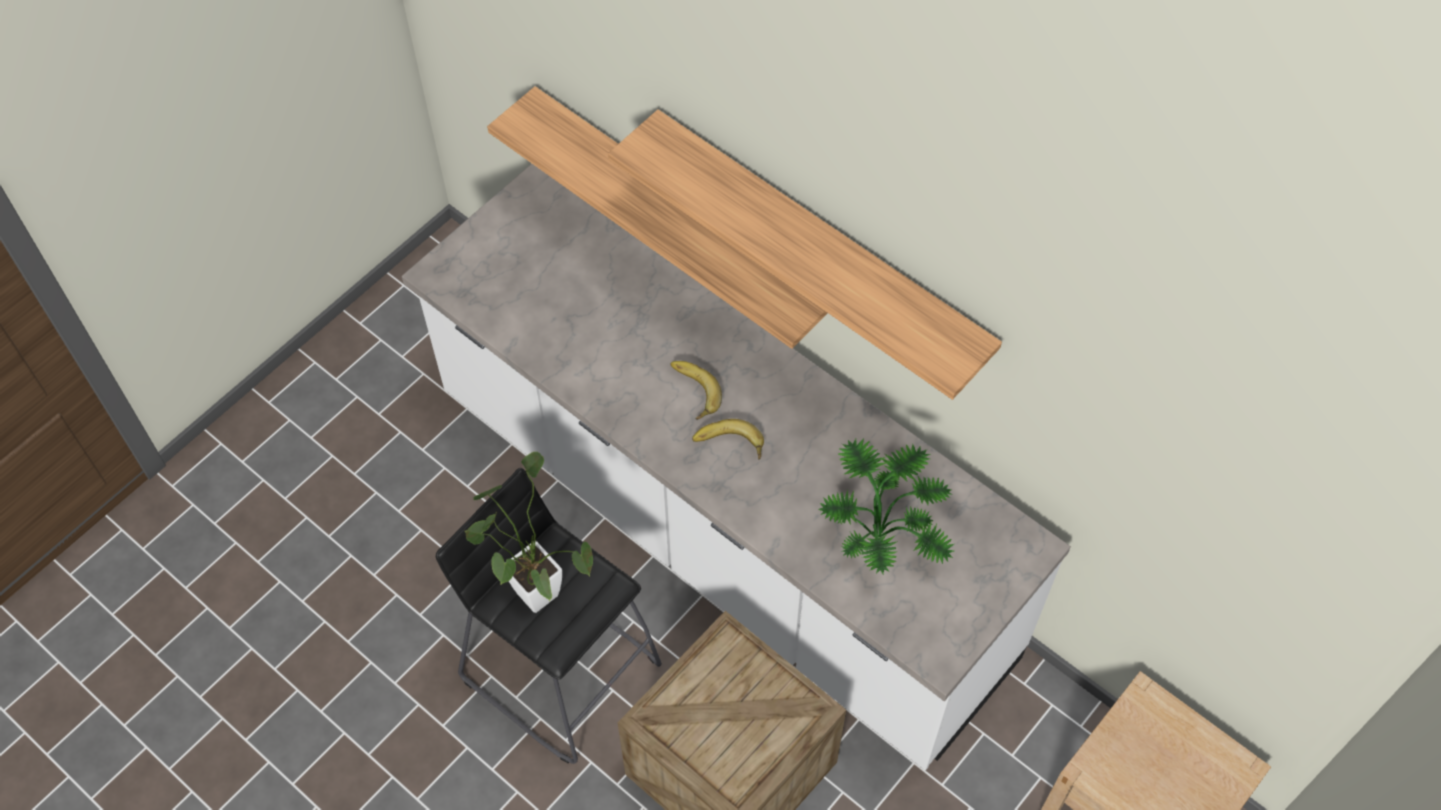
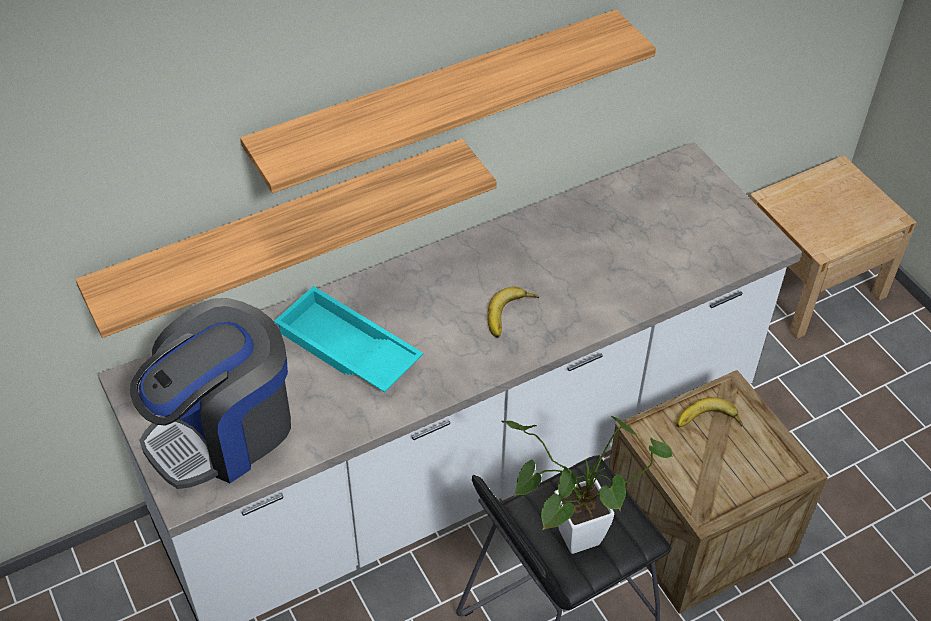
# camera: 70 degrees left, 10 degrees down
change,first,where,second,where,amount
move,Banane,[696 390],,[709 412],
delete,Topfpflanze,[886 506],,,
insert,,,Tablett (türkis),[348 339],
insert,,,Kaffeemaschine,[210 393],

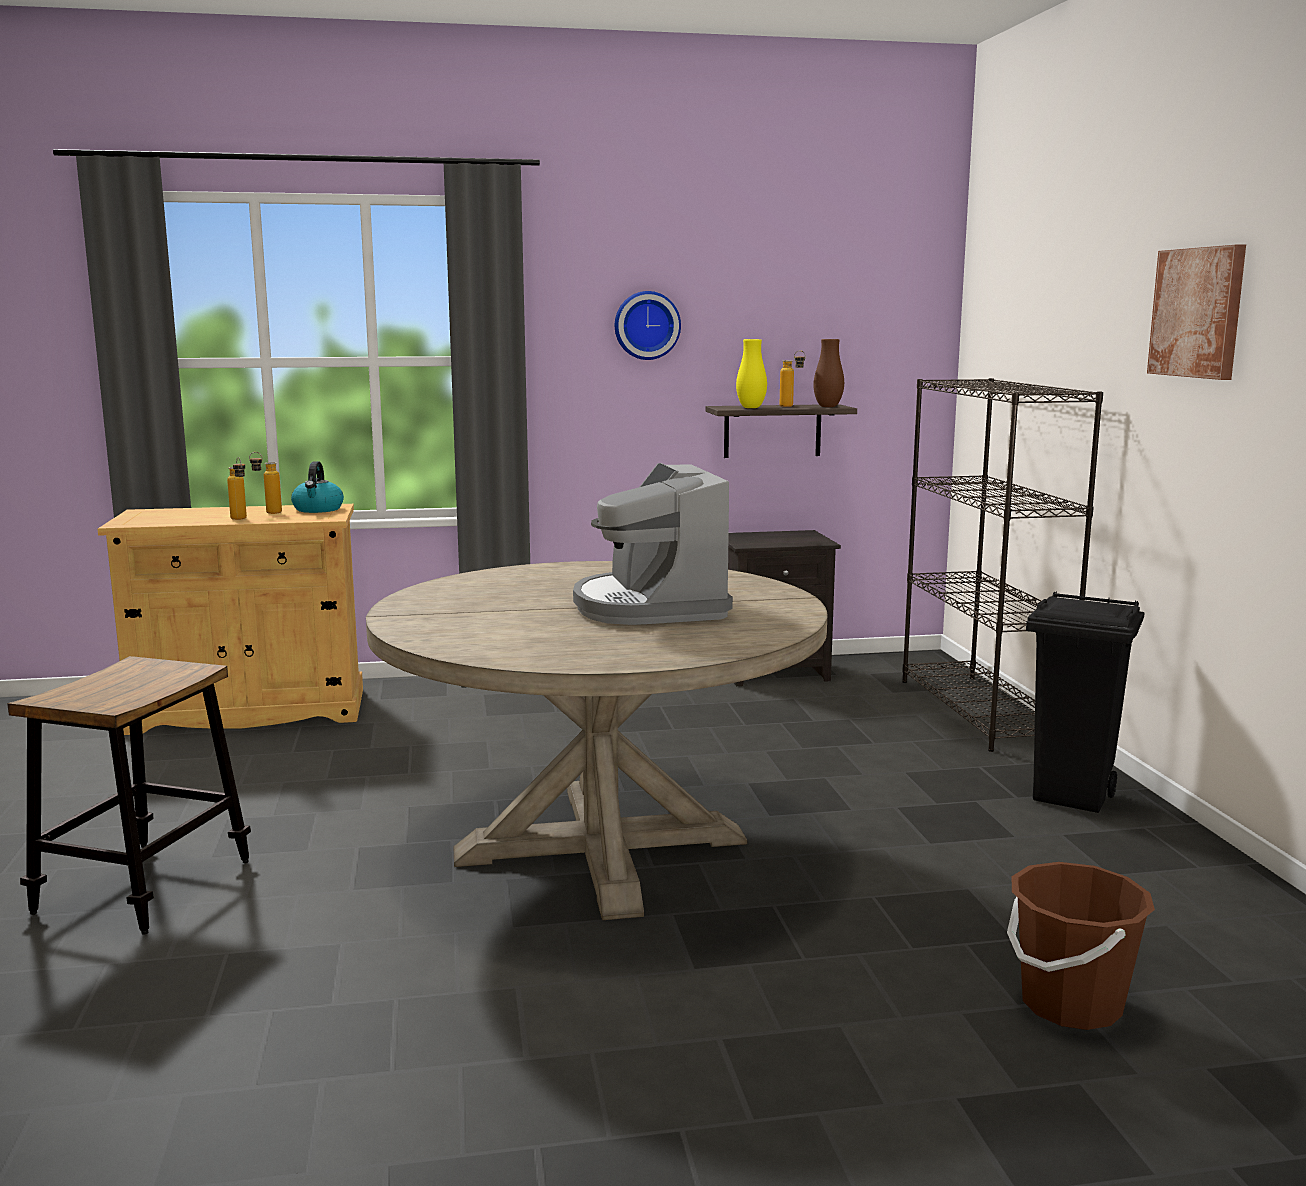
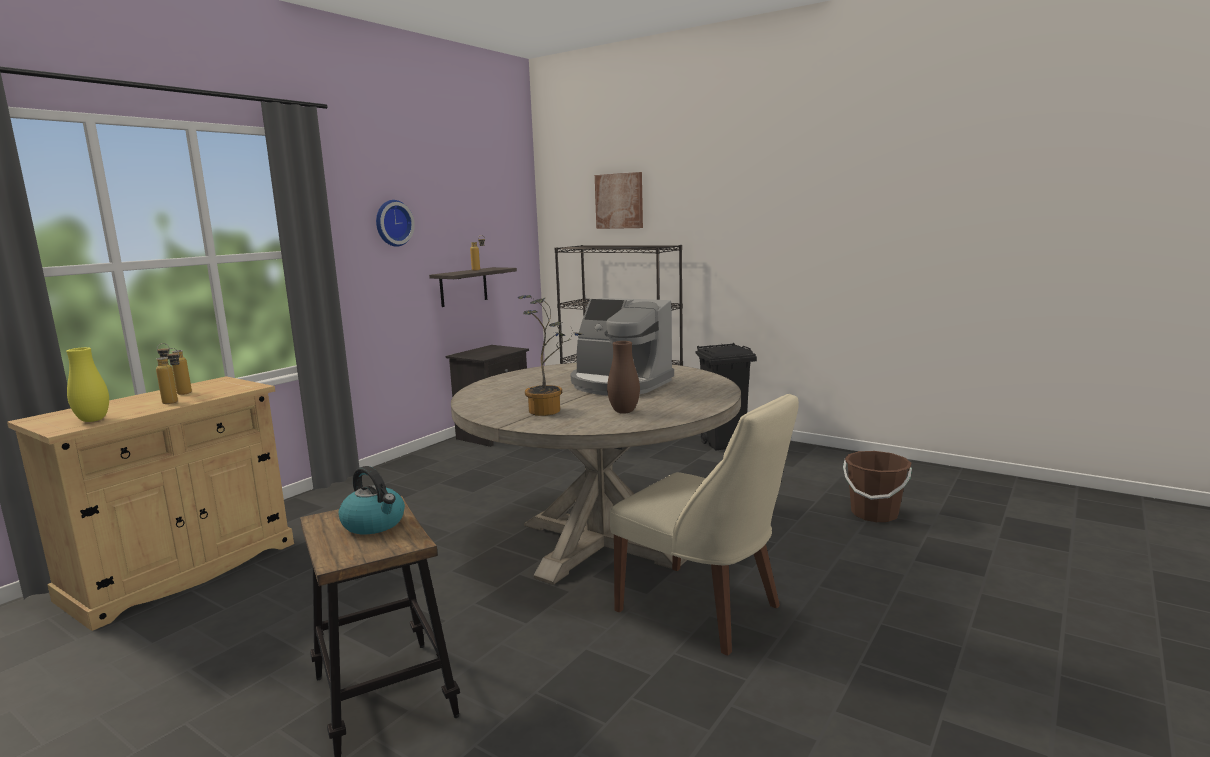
# camera: 45 degrees left, 0 degrees up
change,first,where,second,where,amount
move,Bild,[1196 312],,[619 200],
move,Vase (gelb),[751 373],,[87 384],
move,Vase (braun),[828 373],,[623 377],
move,Wasserkessel,[317 487],,[371 500],
insert,,,Topfpflanze,[550 355],
insert,,,Stuhl (beige),[704 524],

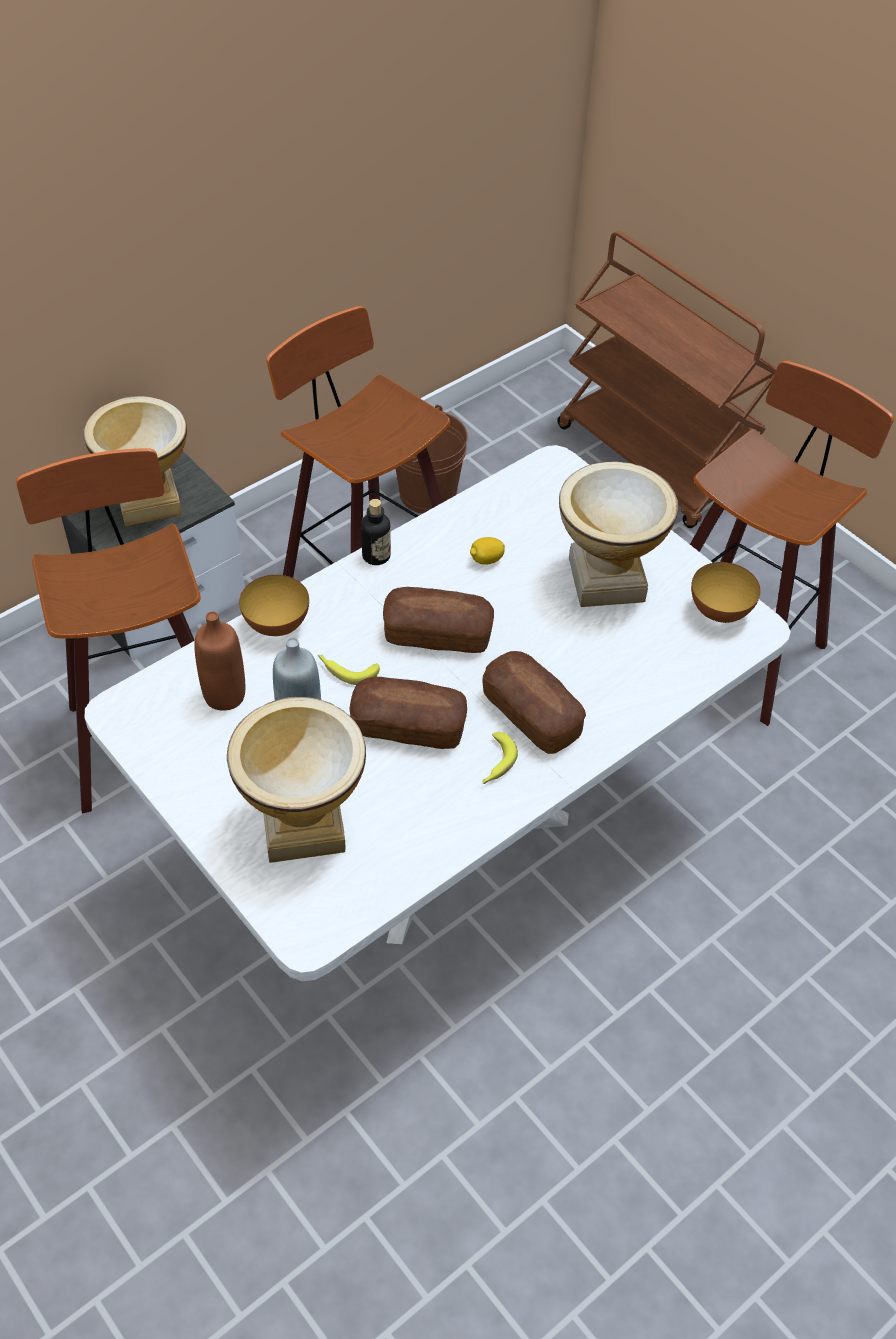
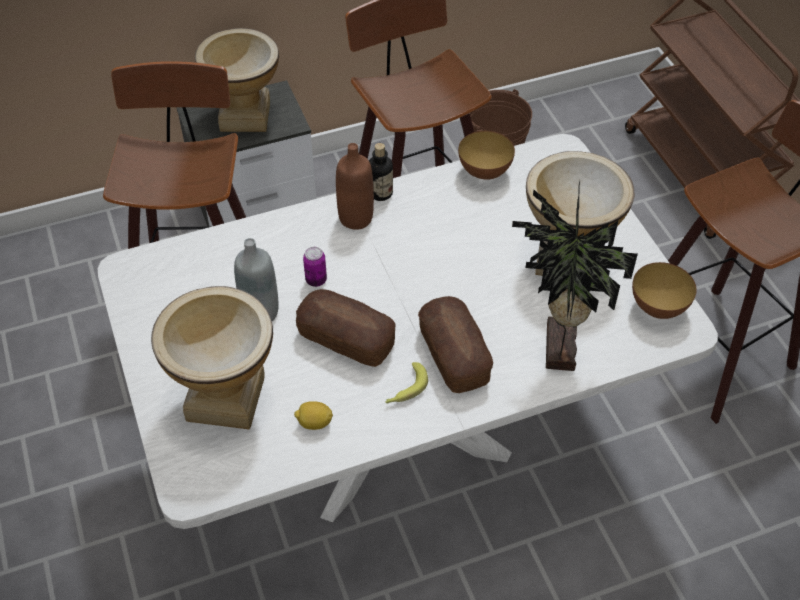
# camera: 20 degrees right, 0 degrees up
change,first,where,second,where,amount
move,Zitrone,[487 551],,[313 415],
move,Schüssel,[274 605],,[486 155],
delete,Brot,[438 620],,,
move,Flasche (braun),[219 661],,[355 186],
replace,Banane,[349 670],Dose,[315 267],
insert,,,Topfpflanze,[575 275],

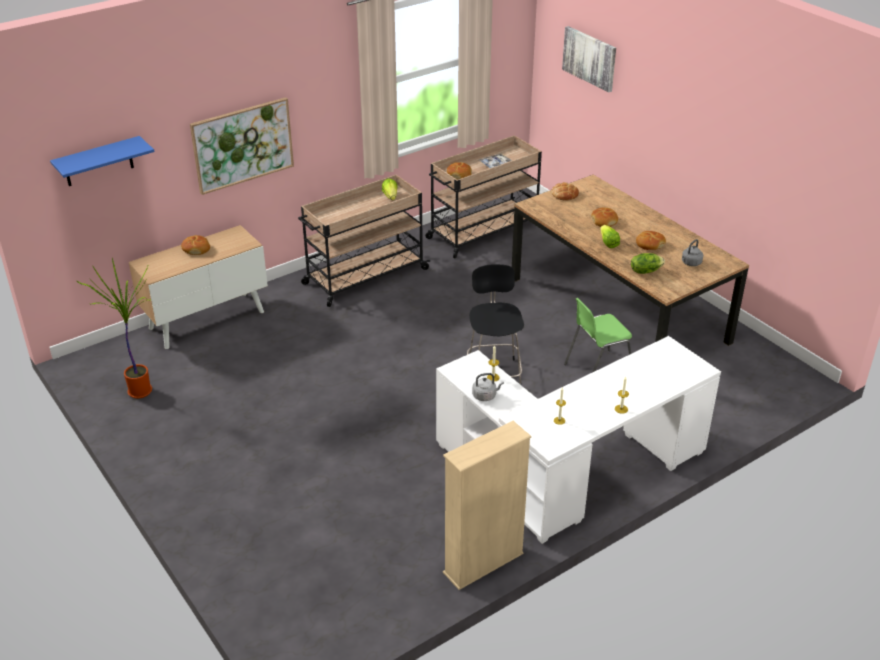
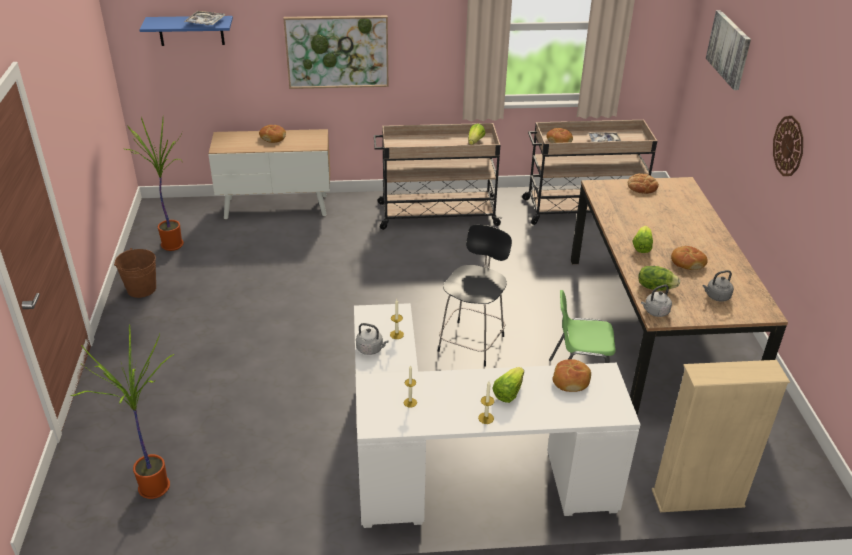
# camera: 30 degrees right, 0 degrees up
change,first,where,second,where,amount
move,Brot,[604 217],,[571 375],
move,Bücherregal (beige),[487 505],,[721 436],
insert,,,Tablett,[205 18],
insert,,,Wanduhr,[788 146],
insert,,,Eimer (braun),[135 273],
insert,,,Wasserkessel (grau),[656 301],
insert,,,Topfpflanze,[121 411],
insert,,,Salatkopf,[508 385],

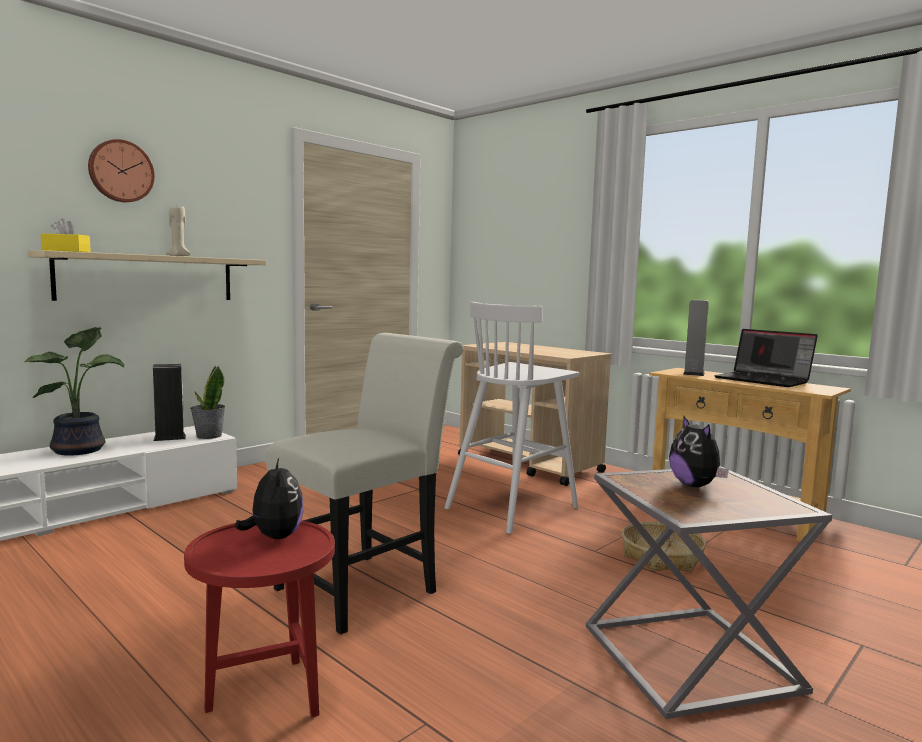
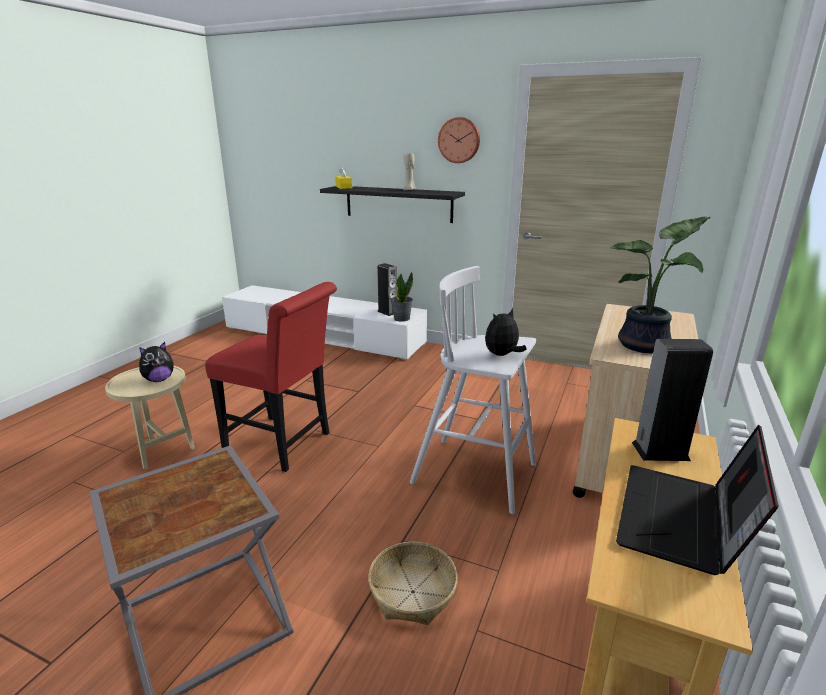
# camera: 70 degrees right, 15 degrees up
change,first,where,second,where,amount
move,Wanduhr,[121 170],,[459 140],
recolor,Wandregal (beige),[147 275],Wandregal (schwarz),[392 204],
move,Topfpflanze,[74 391],,[661 284],
recolor,Stuhl (weiß),[365 483],Stuhl (rot),[271 377],
move,Plüschtier,[699 451],,[506 332],
recolor,Beistelltisch (rot),[259 618],Beistelltisch (beige),[150 418],

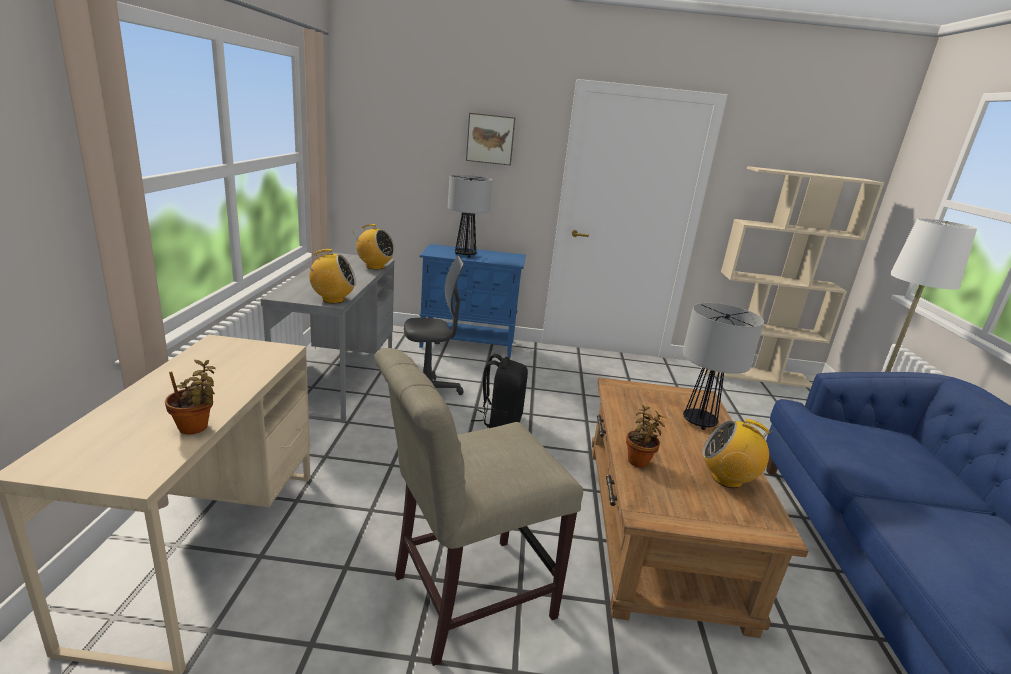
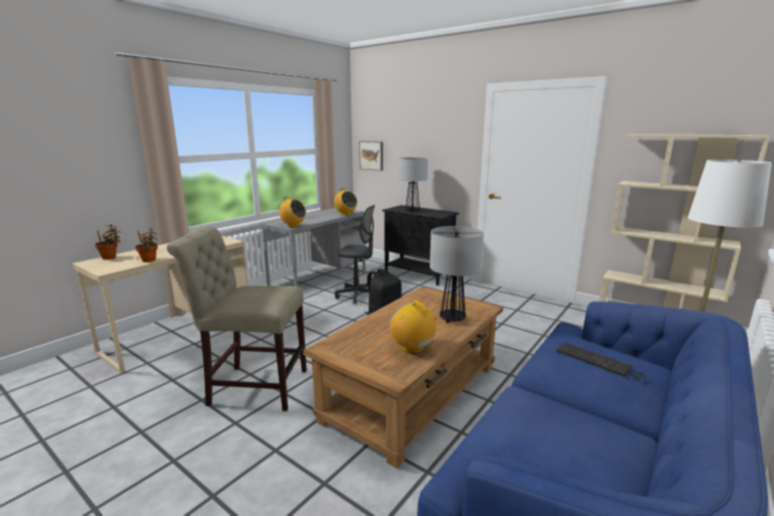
# camera: 35 degrees right, 5 degrees down
change,first,where,second,where,amount
move,Bild,[490 139],,[371 156],
recolor,Schrank (blau),[472 301],Schrank (schwarz),[420 245],
move,Topfpflanze,[646 436],,[108 242],
insert,,,Tastatur,[603 366],

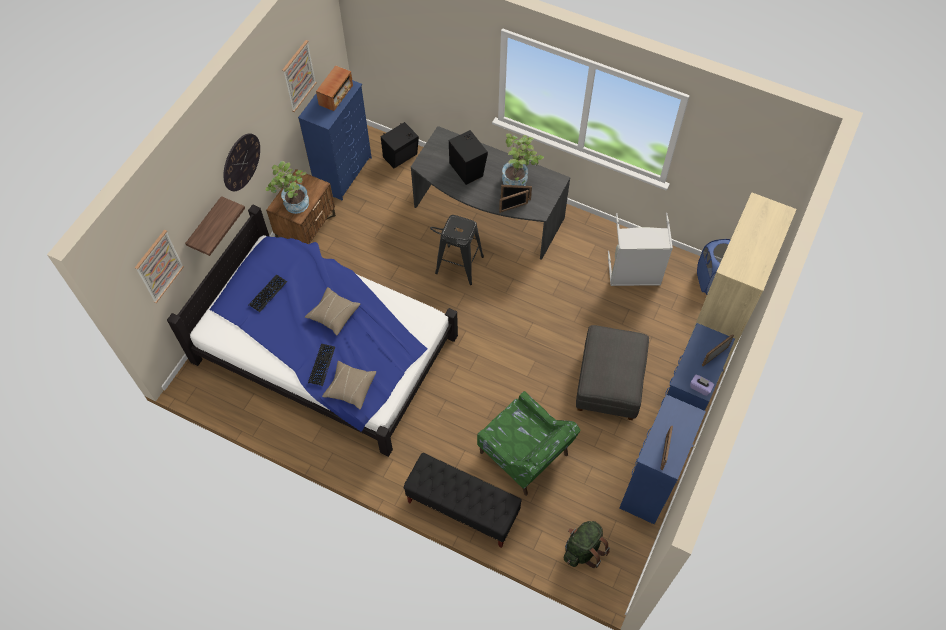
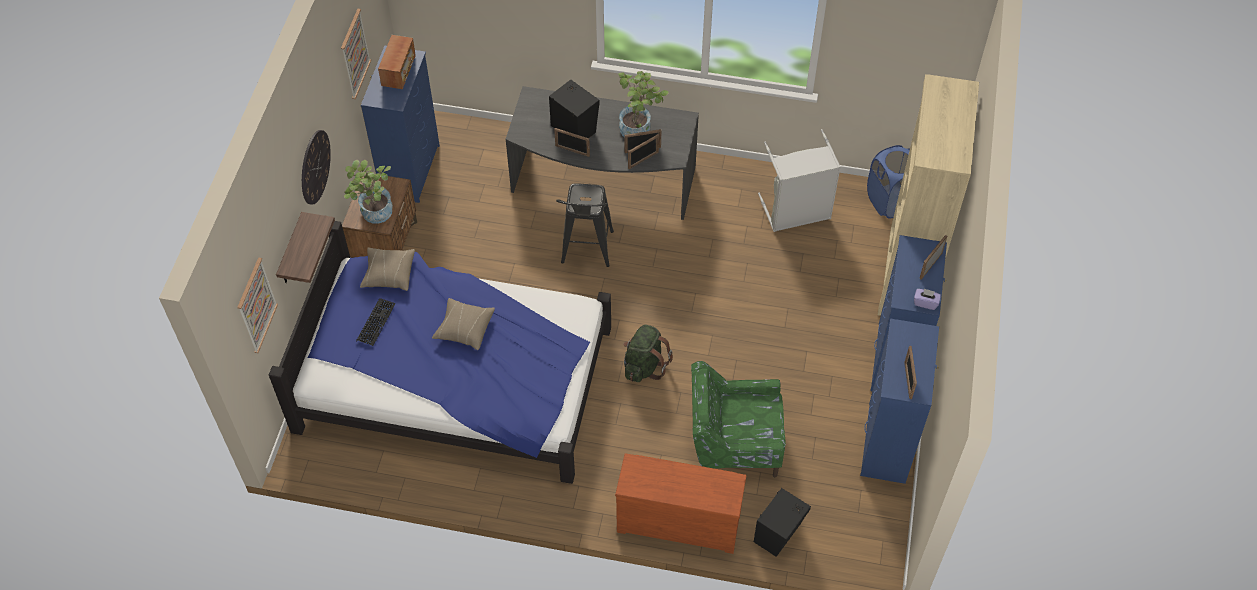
# camera: 15 degrees left, 5 degrees down
change,first,where,second,where,amount
move,Lautsprecher (schwarz),[400 145],,[782 522],
delete,Polsterhocker (grau),[612 372],,,
delete,Tastatur,[321 365],,,
move,Kissen (beige),[349 385],,[387 269],
rotate,Sessel (grün),[529 443],,[738 419],150 degrees clockwise
replace,Bank (schwarz),[463 500],Kommode (braun),[681 503],
move,Rucksack (grün),[587 544],,[648 353],
insert,,,Bilderrahmen,[572 142],

